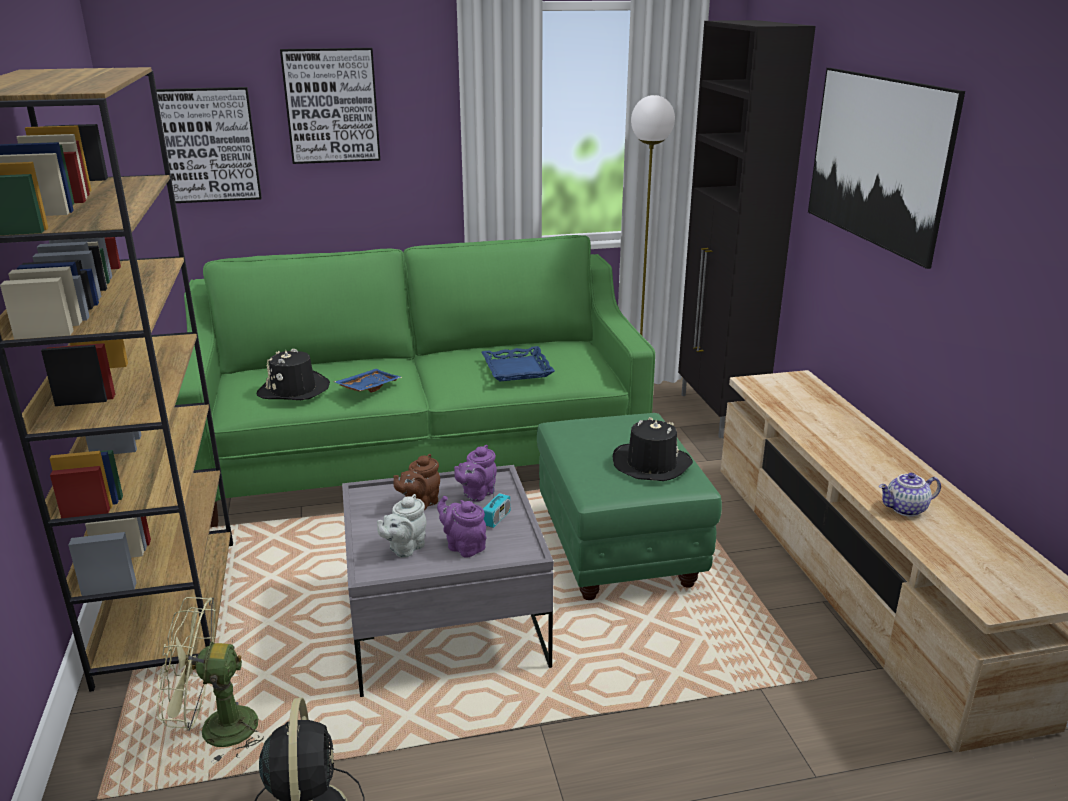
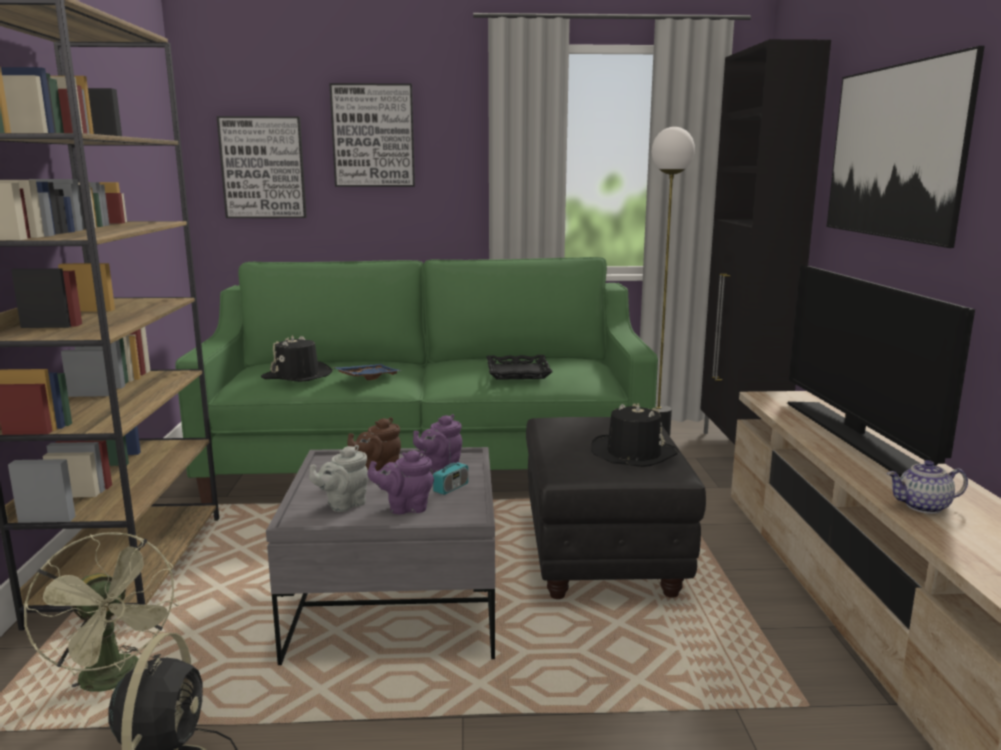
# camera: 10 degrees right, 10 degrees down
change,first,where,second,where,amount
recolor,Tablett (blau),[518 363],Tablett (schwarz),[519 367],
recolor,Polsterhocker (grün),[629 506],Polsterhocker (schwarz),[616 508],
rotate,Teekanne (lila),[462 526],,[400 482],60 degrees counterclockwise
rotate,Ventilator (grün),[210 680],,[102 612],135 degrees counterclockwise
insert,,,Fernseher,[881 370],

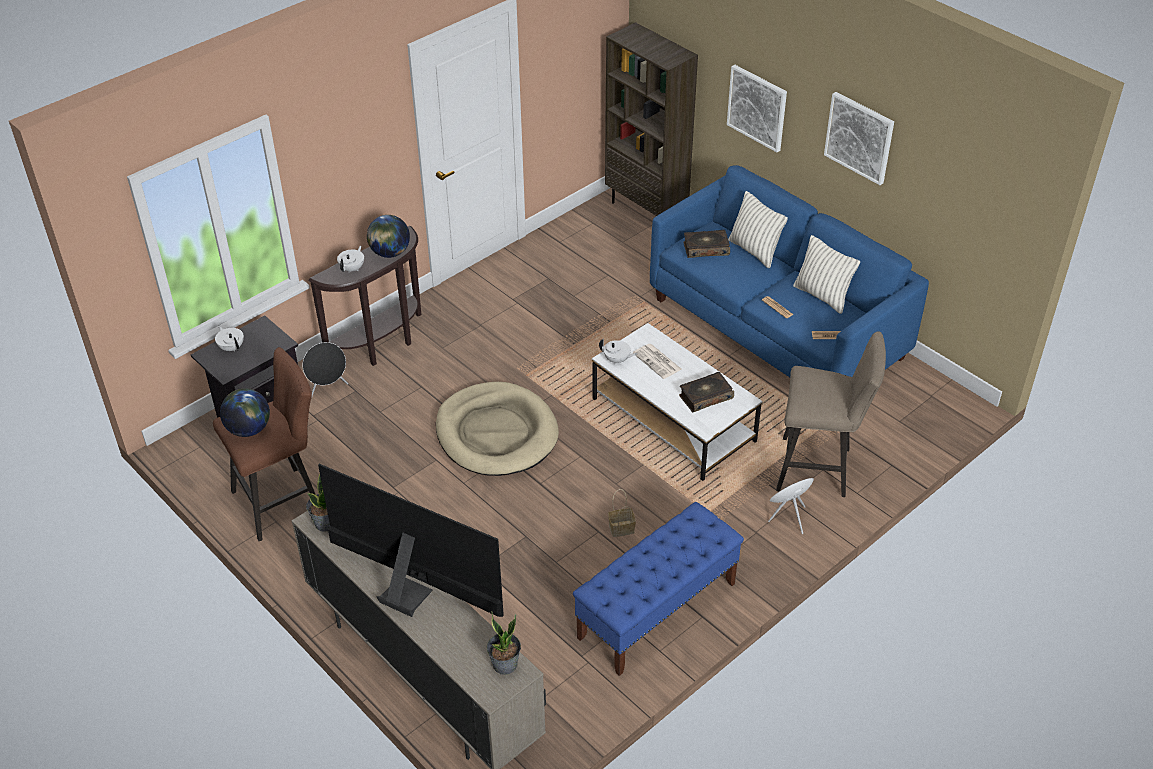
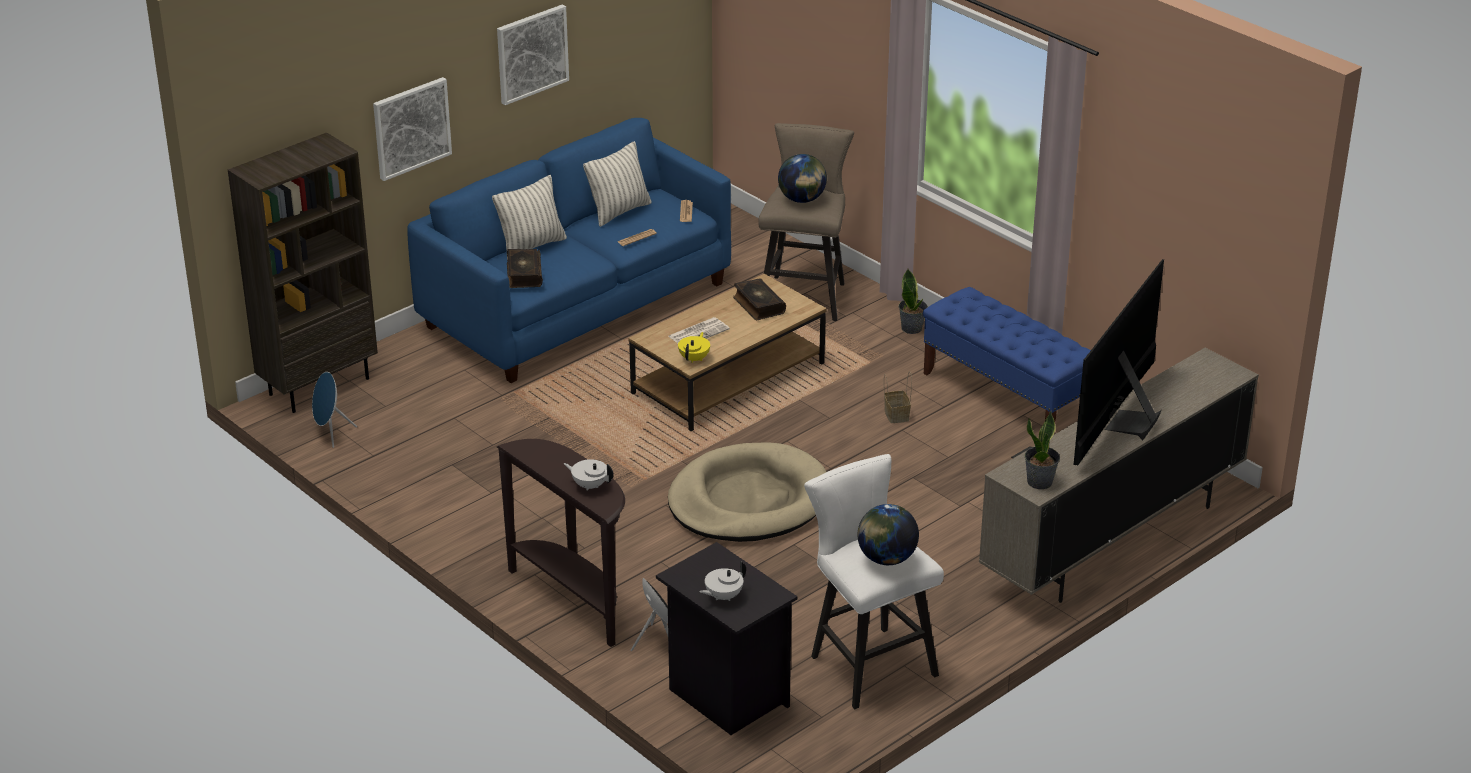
# camera: 90 degrees left, 10 degrees down
change,first,where,second,where,amount
move,Globus,[388 236],,[802 178],
recolor,Couchtisch (weiß),[677 402],Couchtisch (braun),[727 352],
recolor,Teekanne (weiß),[618 352],Teekanne (gelb),[694 347],
recolor,Hocker (braun),[264 444],Hocker (weiß),[874 581],
move,Lautsprecher (blau),[791 506],,[334 410],
move,Topfpflanze,[504 643],,[913 301],

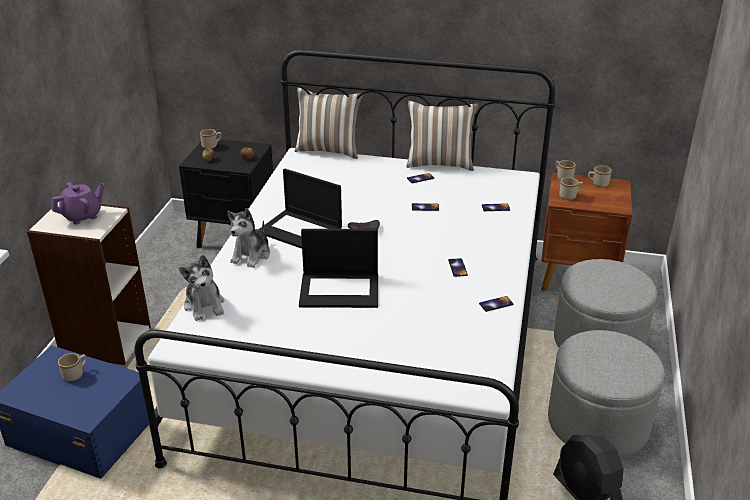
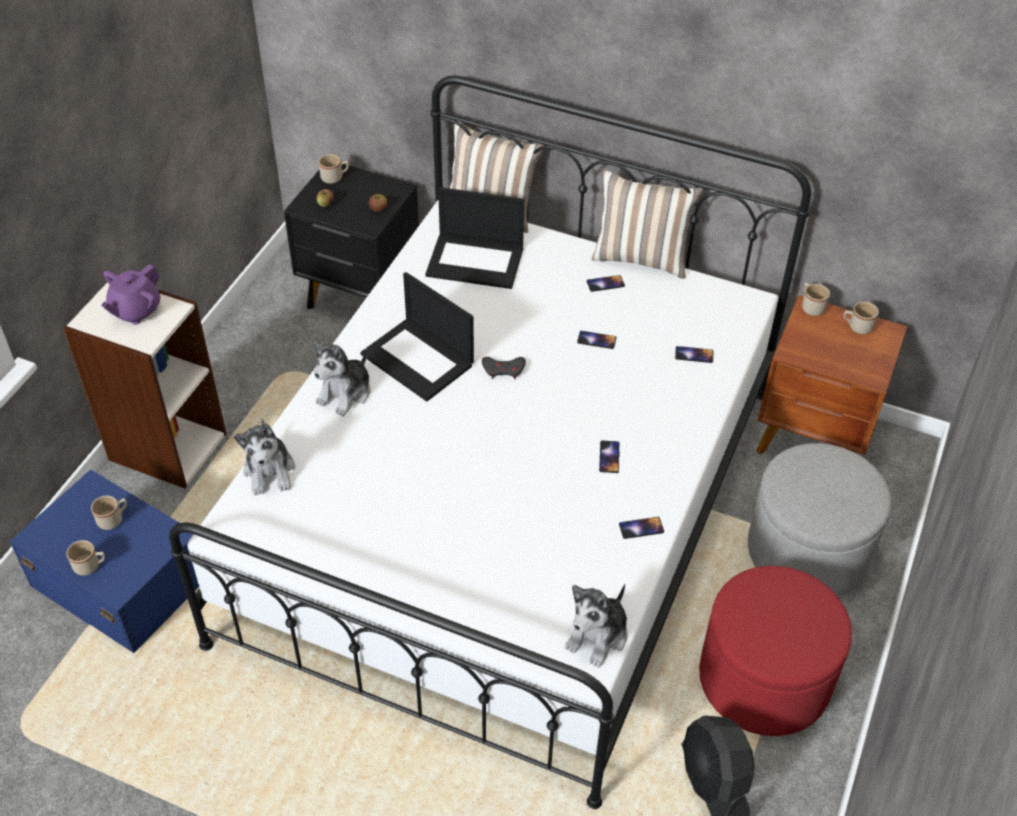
# camera: 10 degrees right, 15 degrees up
change,first,where,second,where,amount
move,Henkelbecher (beige),[571 188],,[85 558],
rotate,Teekanne (lila),[77 203],,[130 294],150 degrees clockwise
move,Laptop,[338 268],,[474 238],
recolor,Polsterhocker (grau),[606 394],Polsterhocker (rot),[775 651],
insert,,,Plüschtier,[596 626],

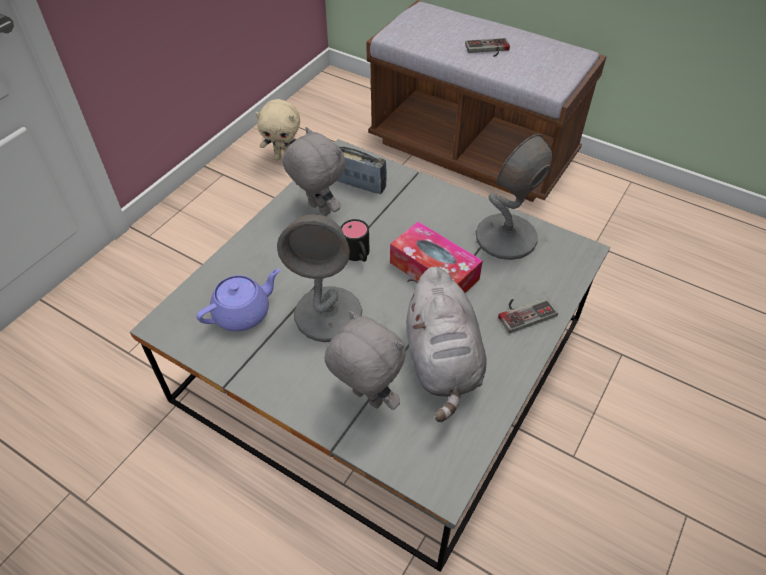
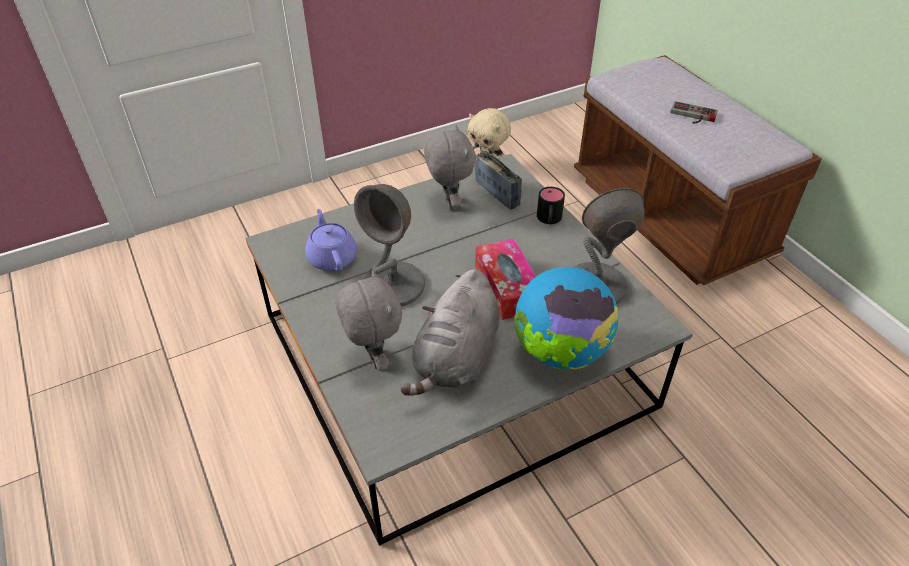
# camera: 30 degrees right, 5 degrees down
change,first,where,second,where,amount
move,Henkelbecher (schwarz),[355 240],,[551 205],
rotate,Teekanne (lila),[238 300],,[331 240],105 degrees counterclockwise
replace,Gamepad,[528 315],Globus,[566 318],

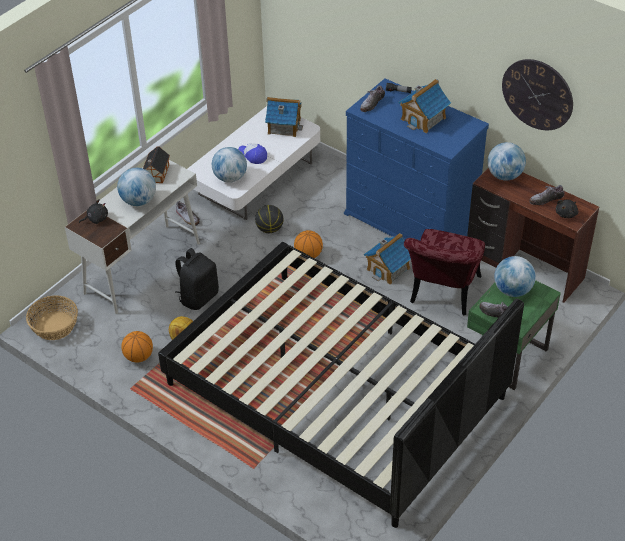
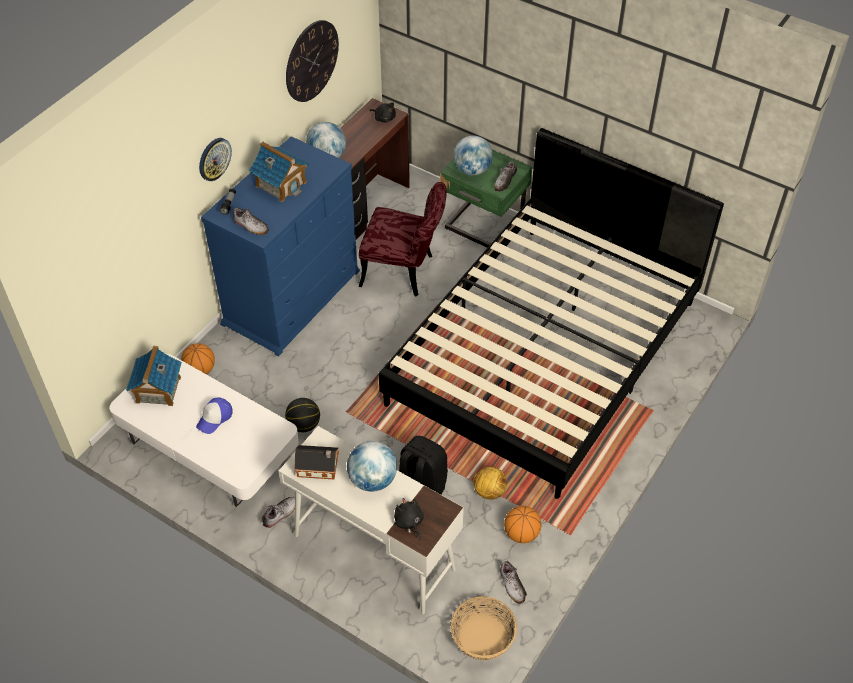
# camera: 95 degrees left, 5 degrees up
change,first,where,second,where,amount
delete,Globus,[229 165],,,
move,Schuh,[547 195],,[513 582],
move,Basketball,[308 244],,[198 358],
delete,Spielzeughaus,[387 259],,,
insert,,,Wanduhr,[215 159],

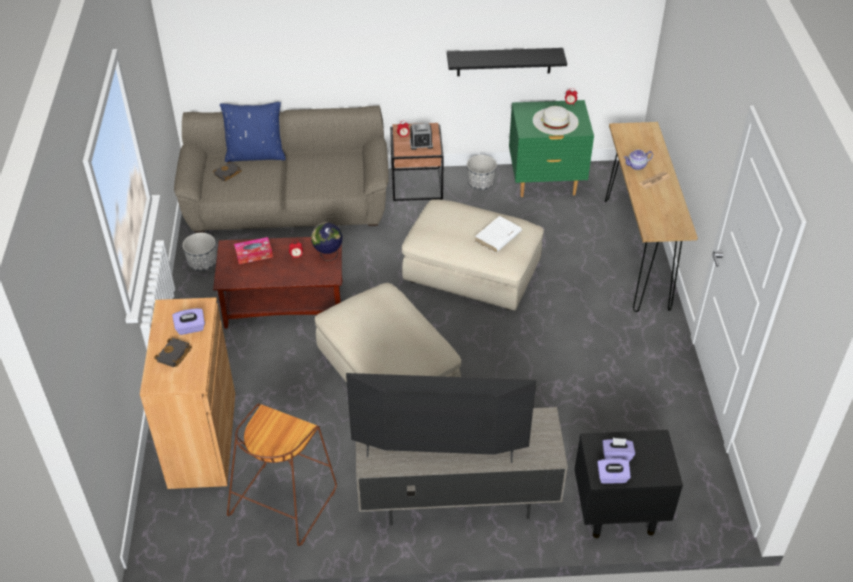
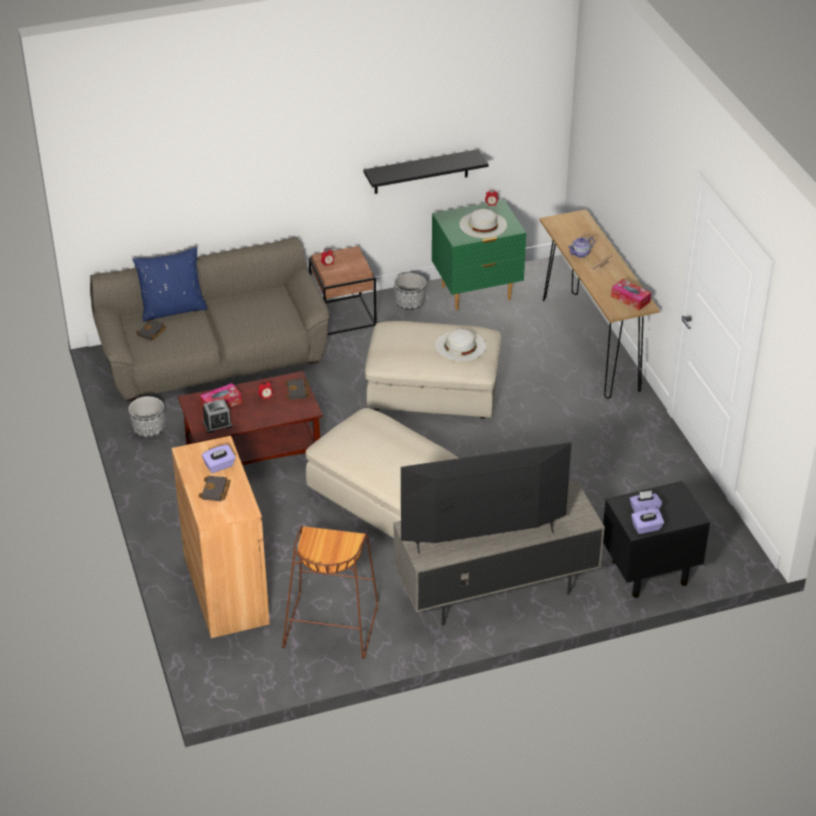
# camera: 15 degrees left, 5 degrees down
change,first,where,second,where,amount
move,Wecker,[421 136],,[218 416],
replace,Buch (weiß),[498 234],Hut (weiß),[460 345],
replace,Globus,[327 242],Buch (schwarz),[297 389],
insert,,,Taschentuchbox,[631 294],

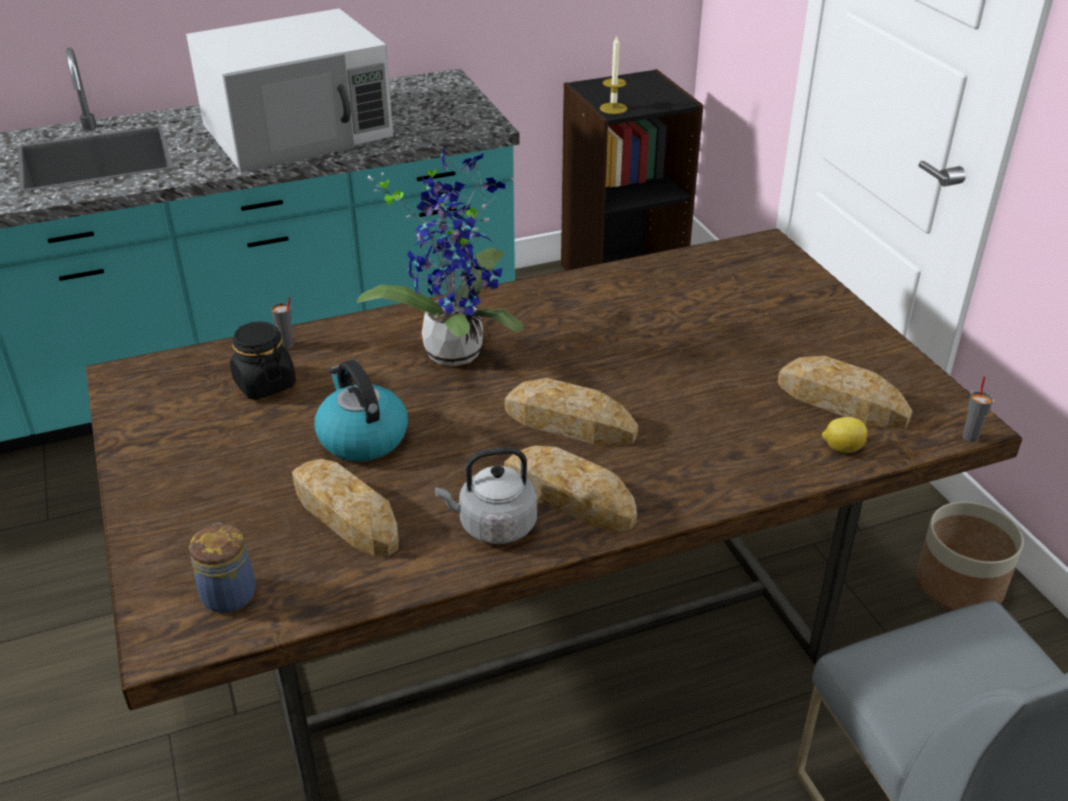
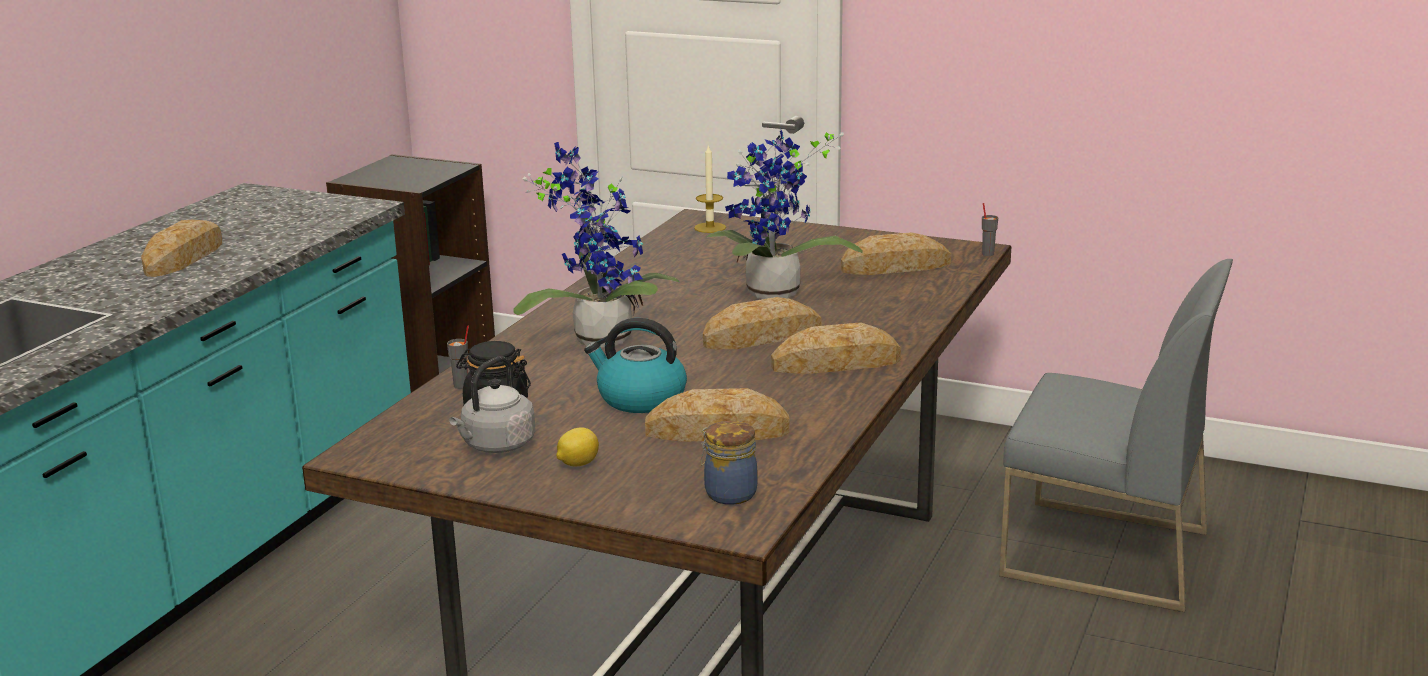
# camera: 45 degrees left, 15 degrees down
change,first,where,second,where,amount
replace,Mikrowelle (weiß),[289 90],Brot,[181 248],
move,Kerze,[613 74],,[710 188],
move,Zitrone,[844 435],,[577 446],
move,Wasserkessel (grau),[486 495],,[492 404],
delete,Pflanzkübel,[970 556],,,
insert,,,Topfpflanze,[784 213],

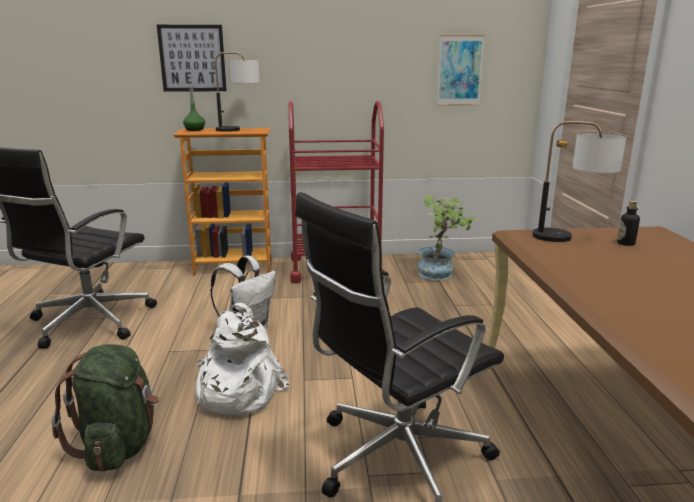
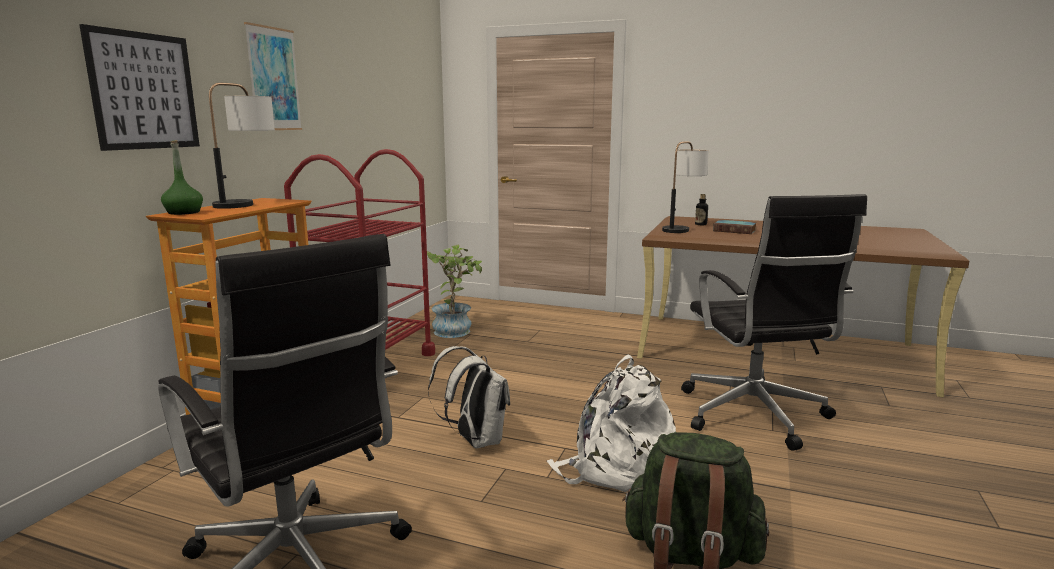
# camera: 65 degrees left, 5 degrees down
change,first,where,second,where,amount
move,Bild,[461 70],,[273 76],
insert,,,Buch,[735 227],

